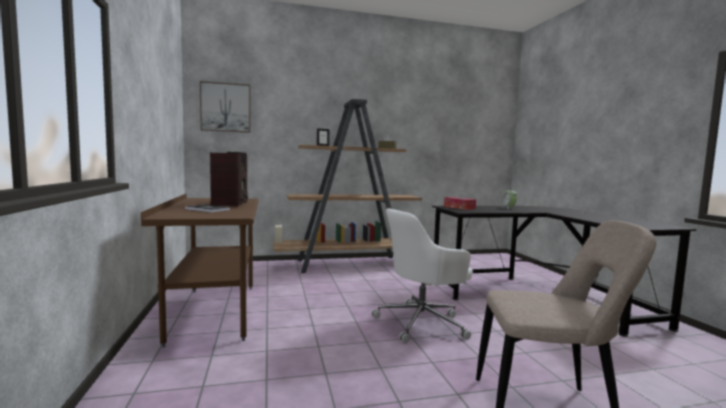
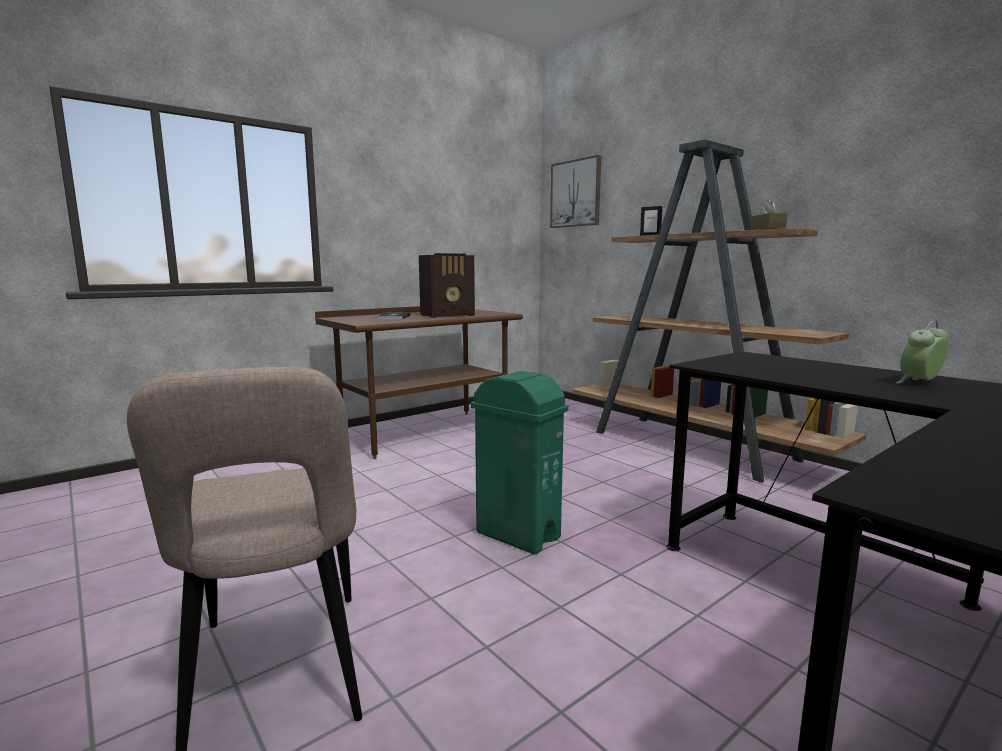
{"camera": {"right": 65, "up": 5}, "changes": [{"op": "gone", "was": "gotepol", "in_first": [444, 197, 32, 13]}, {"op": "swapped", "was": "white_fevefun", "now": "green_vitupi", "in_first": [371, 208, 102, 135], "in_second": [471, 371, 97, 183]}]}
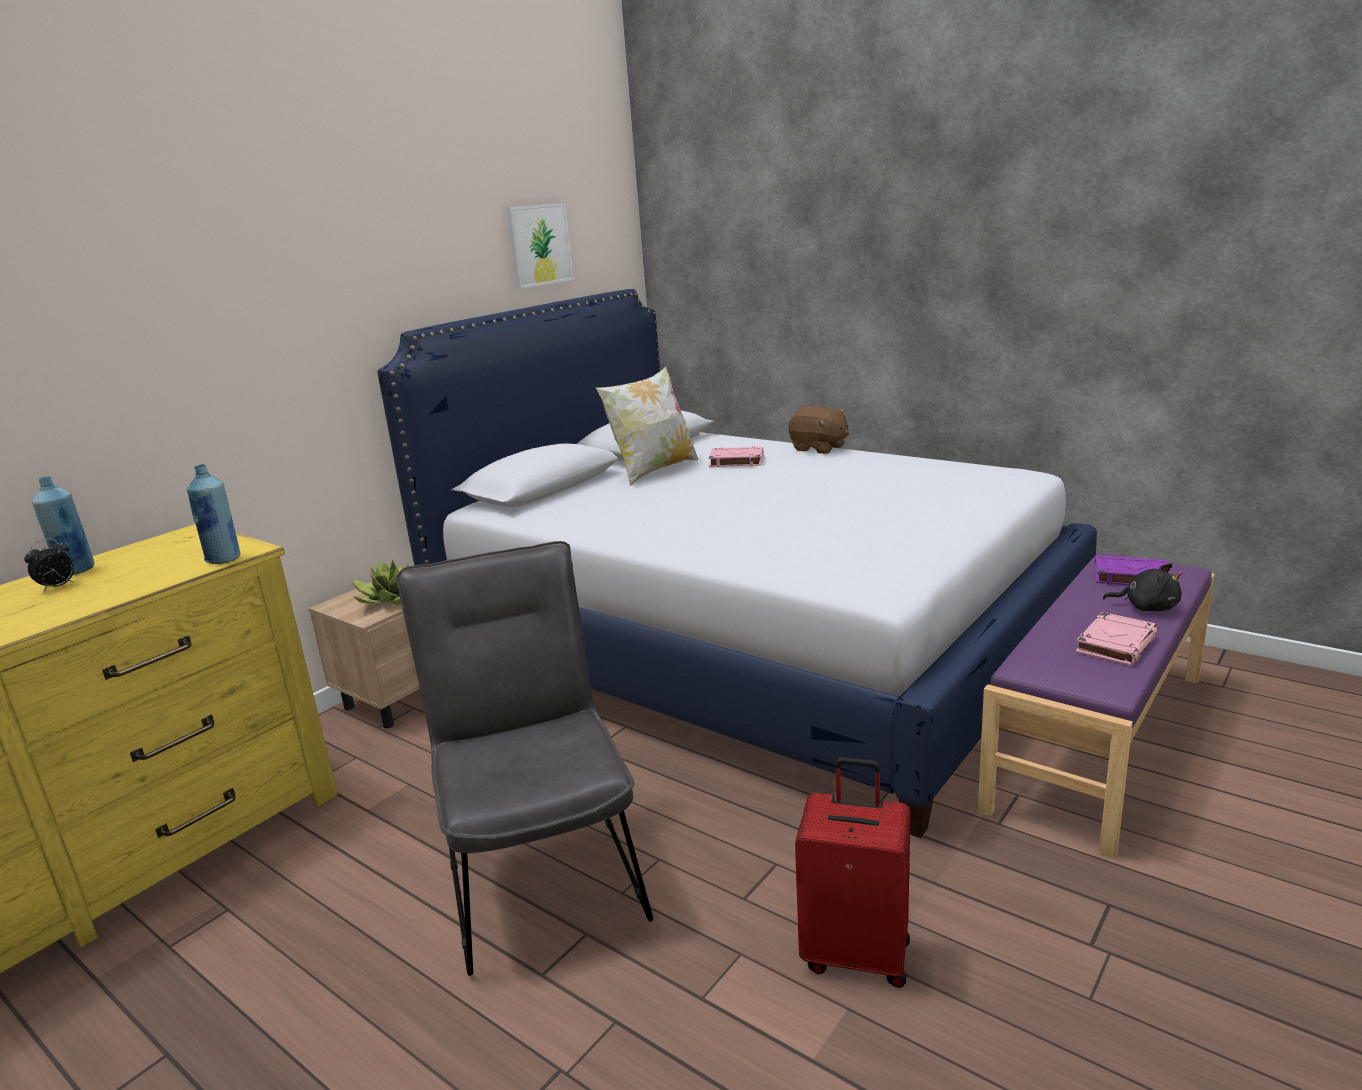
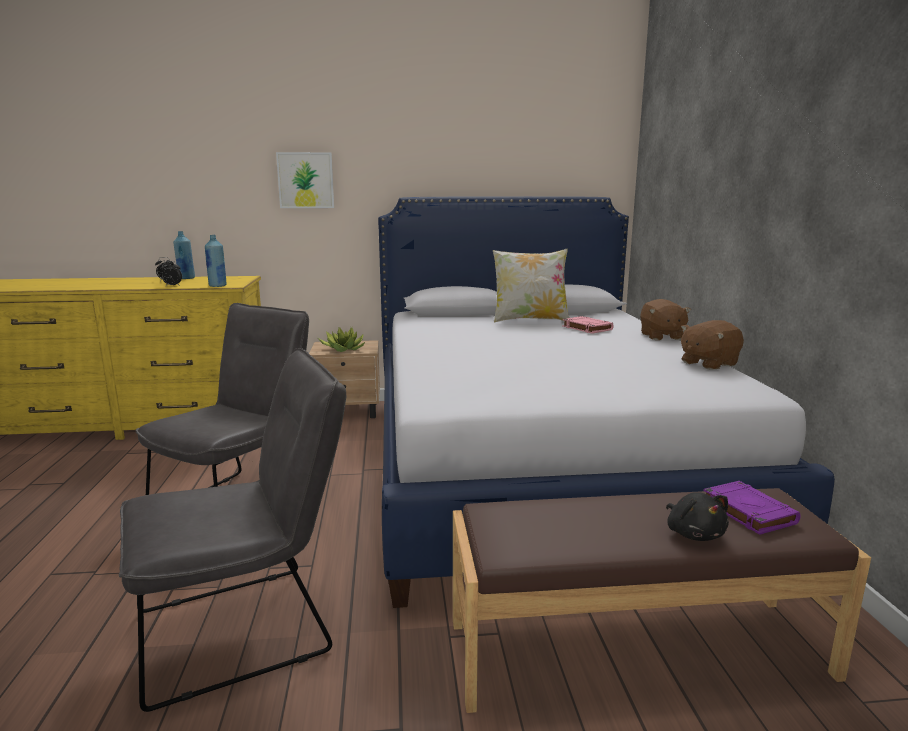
{"camera": {"right": 45, "up": -5}, "changes": [{"op": "shifted", "was": "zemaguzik", "in_first": [507, 203, 67, 86], "in_second": [276, 152, 58, 56]}, {"op": "repainted", "was": "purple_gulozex", "now": "brown_gulozex", "in_first": [978, 552, 236, 307], "in_second": [453, 488, 418, 225]}, {"op": "gone", "was": "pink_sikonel", "in_first": [1076, 612, 82, 54]}, {"op": "swapped", "was": "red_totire", "now": "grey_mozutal", "in_first": [795, 757, 116, 231], "in_second": [119, 348, 228, 364]}, {"op": "new", "now": "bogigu", "in_second": [160, 261, 22, 25]}, {"op": "new", "now": "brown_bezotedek", "in_second": [681, 320, 63, 50]}]}
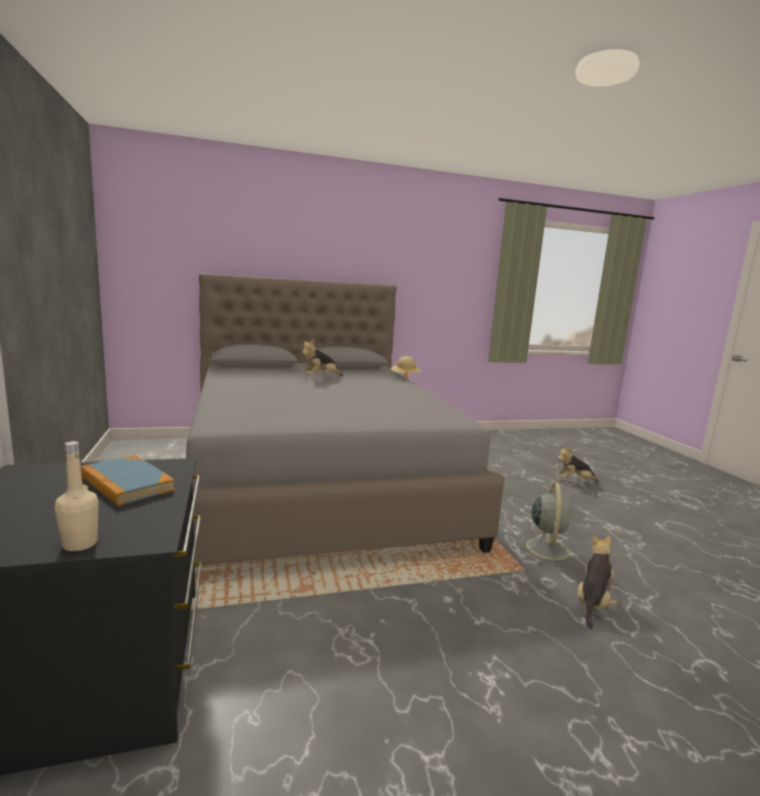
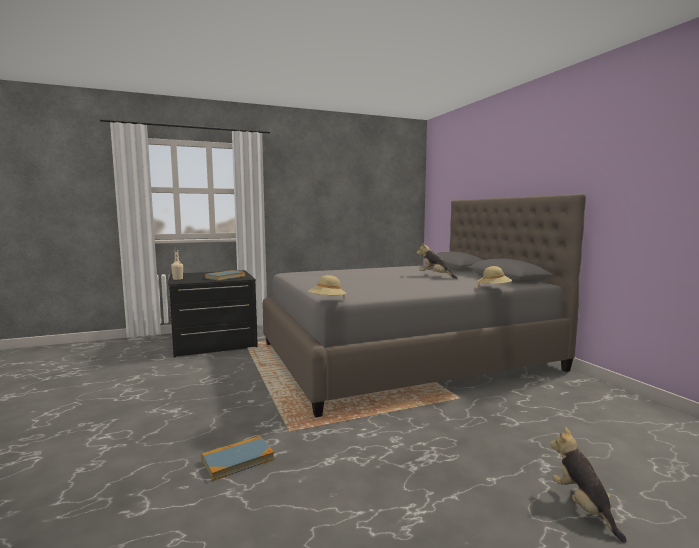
{"camera": {"right": 85, "up": -5}, "changes": [{"op": "gone", "was": "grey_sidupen", "in_first": [516, 482, 63, 83]}, {"op": "swapped", "was": "bezotedek", "now": "sikonel", "in_first": [578, 535, 39, 94], "in_second": [201, 436, 73, 45]}, {"op": "new", "now": "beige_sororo", "in_second": [309, 275, 38, 24]}]}
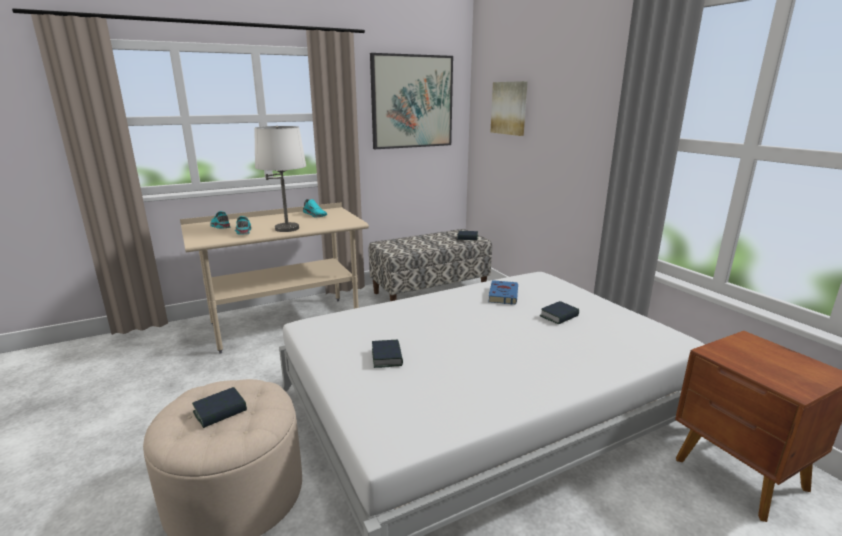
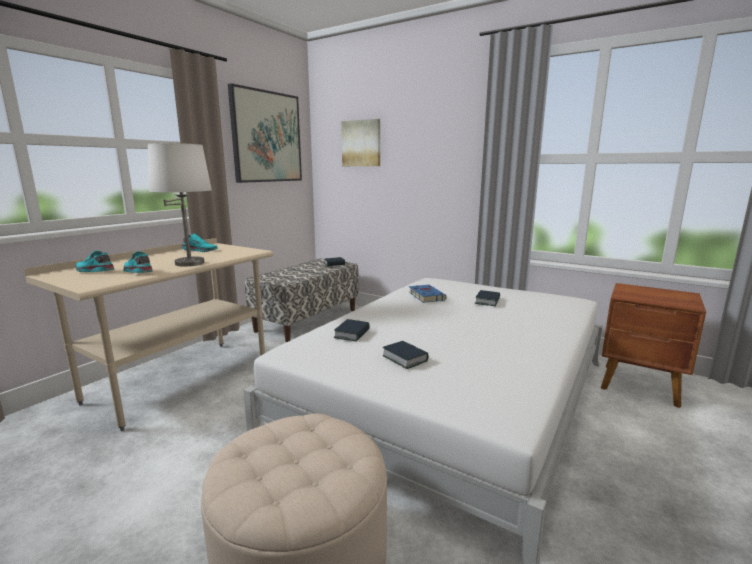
{"camera": {"right": -30, "up": -5}, "changes": [{"op": "shifted", "was": "sikonel", "in_first": [192, 387, 55, 41], "in_second": [334, 319, 36, 23]}]}
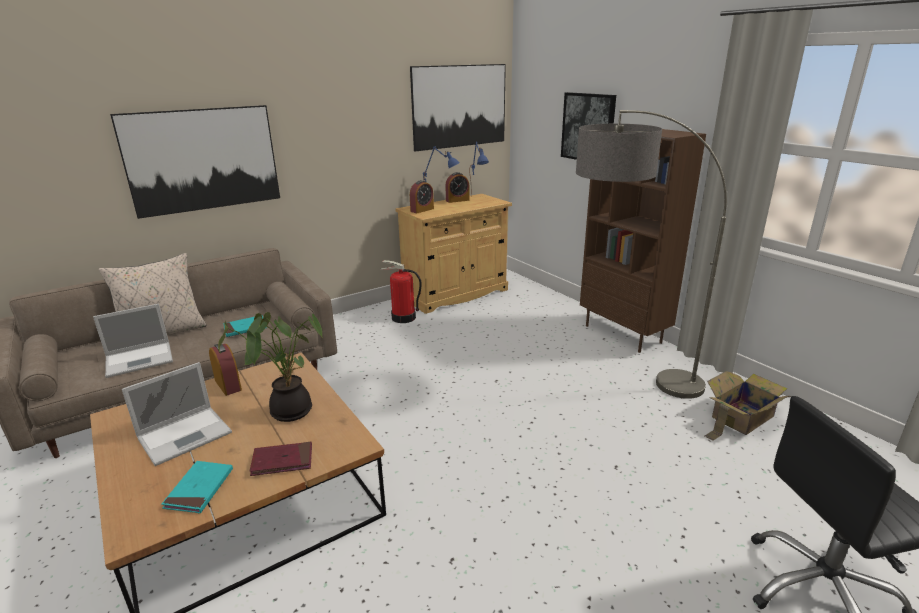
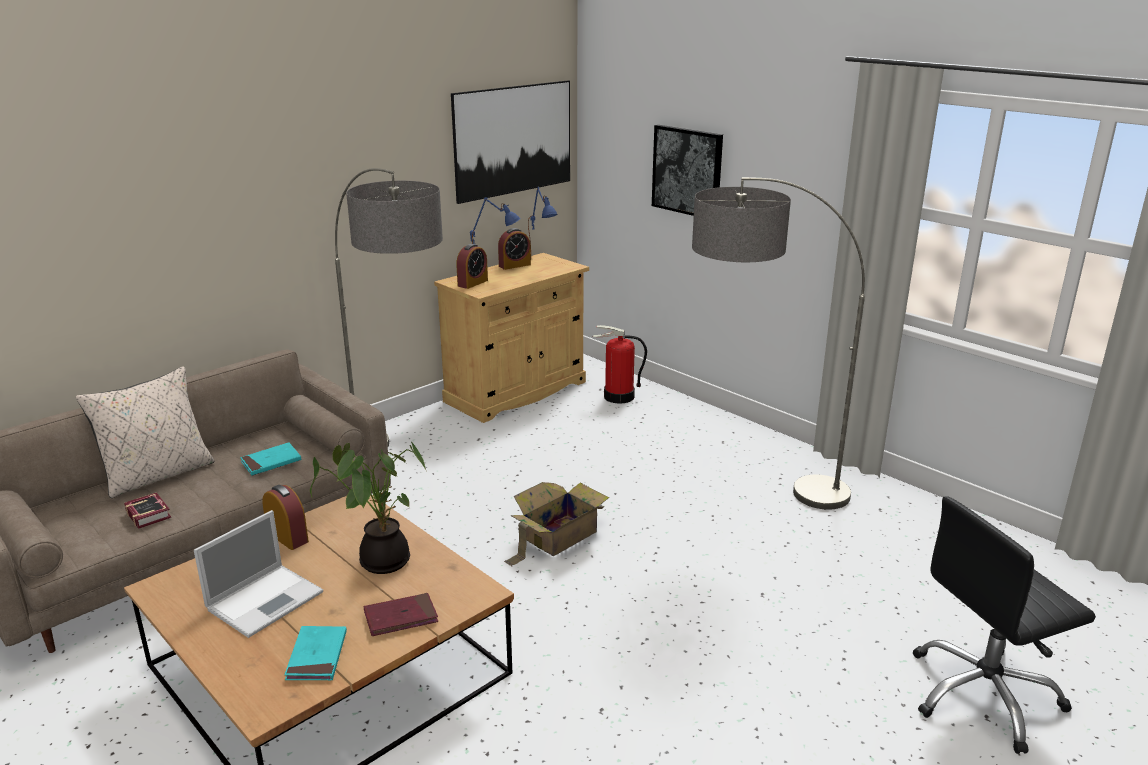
{"camera": {"right": -10, "up": 0}, "changes": [{"op": "gone", "was": "zemaguzik", "in_first": [110, 105, 170, 114]}, {"op": "gone", "was": "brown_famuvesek", "in_first": [580, 129, 126, 224]}, {"op": "shifted", "was": "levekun", "in_first": [381, 260, 41, 63], "in_second": [593, 325, 54, 79]}, {"op": "swapped", "was": "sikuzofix", "now": "sikonel", "in_first": [93, 304, 80, 74], "in_second": [124, 493, 47, 36]}, {"op": "shifted", "was": "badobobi", "in_first": [705, 371, 86, 70], "in_second": [504, 482, 105, 84]}, {"op": "new", "now": "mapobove", "in_second": [335, 168, 108, 278]}]}
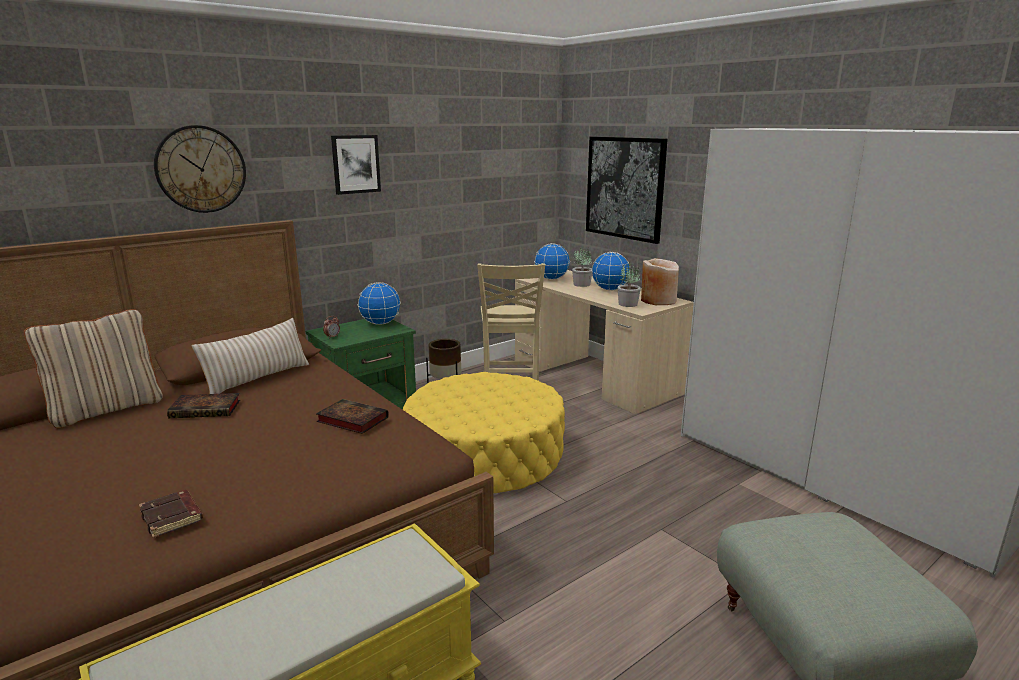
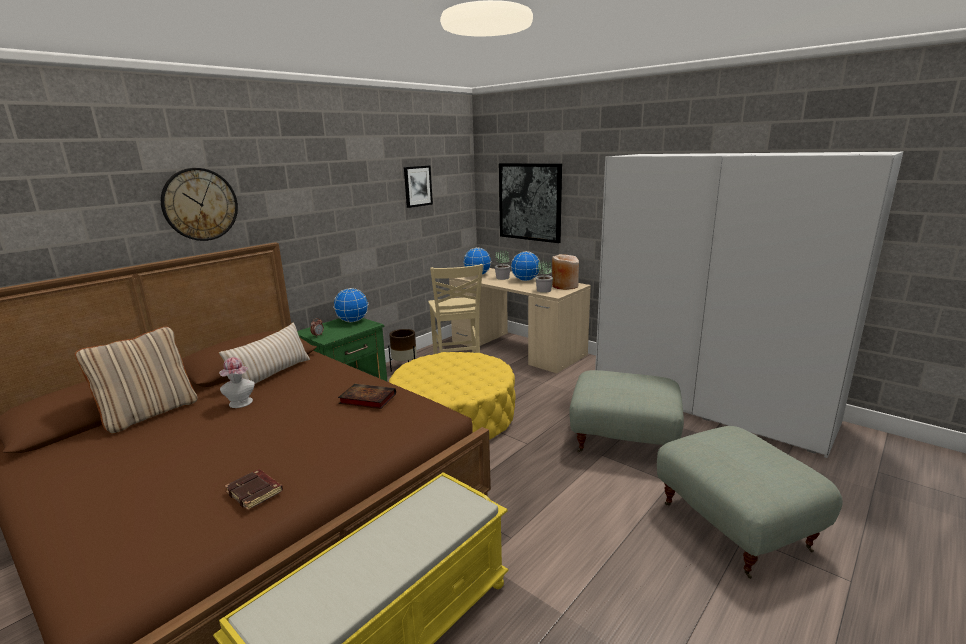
{"camera": {"right": -10, "up": 0}, "changes": [{"op": "shifted", "was": "zemaguzik", "in_first": [331, 135, 50, 60], "in_second": [404, 165, 29, 43]}, {"op": "swapped", "was": "sikonel", "now": "sororo", "in_first": [167, 393, 73, 25], "in_second": [219, 357, 36, 51]}, {"op": "new", "now": "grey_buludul", "in_second": [569, 370, 115, 82]}]}
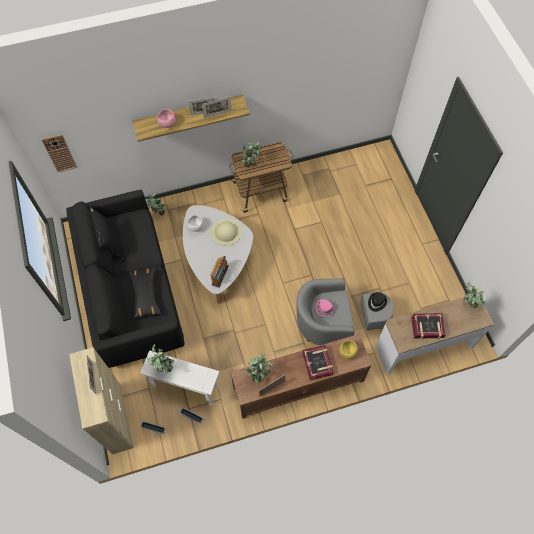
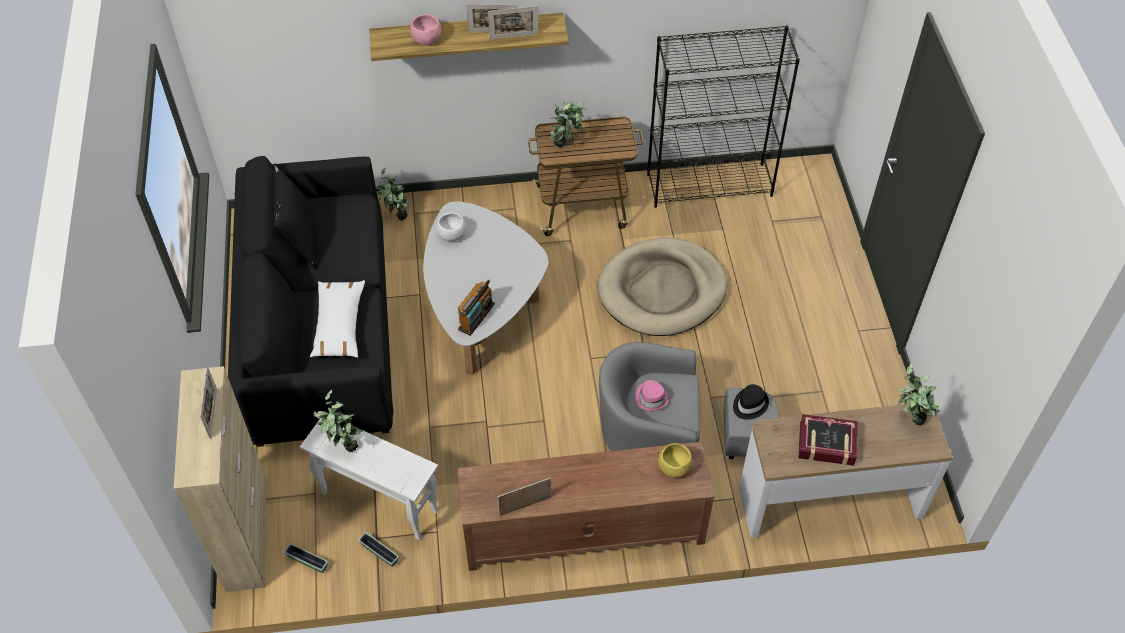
{"camera": {"right": 10, "up": -10}, "changes": [{"op": "gone", "was": "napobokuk", "in_first": [42, 134, 35, 38]}, {"op": "gone", "was": "beige_sororo", "in_first": [211, 219, 31, 27]}, {"op": "repainted", "was": "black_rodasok", "now": "white_rodasok", "in_first": [128, 266, 33, 53], "in_second": [310, 280, 55, 78]}, {"op": "gone", "was": "sikonel", "in_first": [302, 345, 32, 35]}, {"op": "gone", "was": "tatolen", "in_first": [244, 353, 29, 31]}, {"op": "new", "now": "black_famuvesek", "in_second": [647, 25, 153, 183]}, {"op": "new", "now": "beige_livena", "in_second": [598, 238, 129, 98]}]}
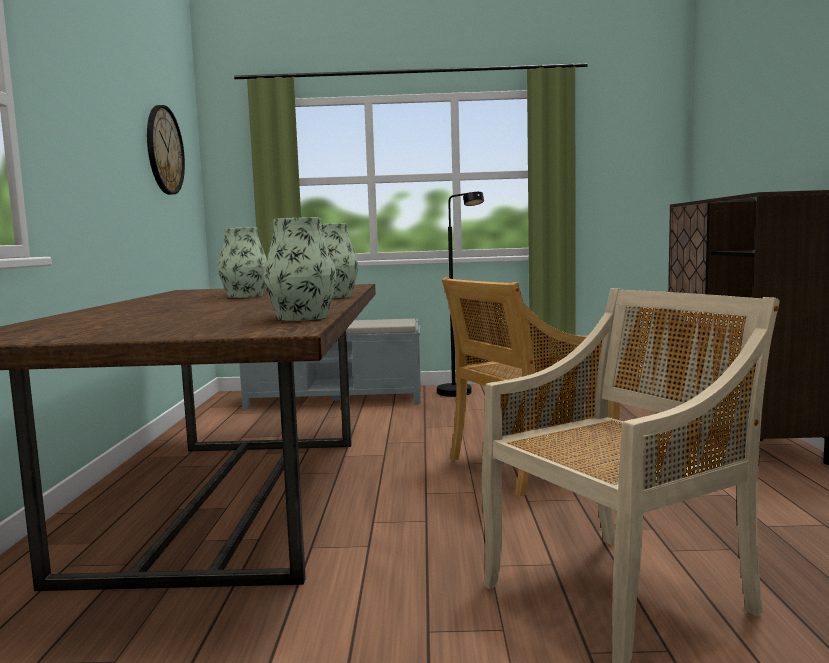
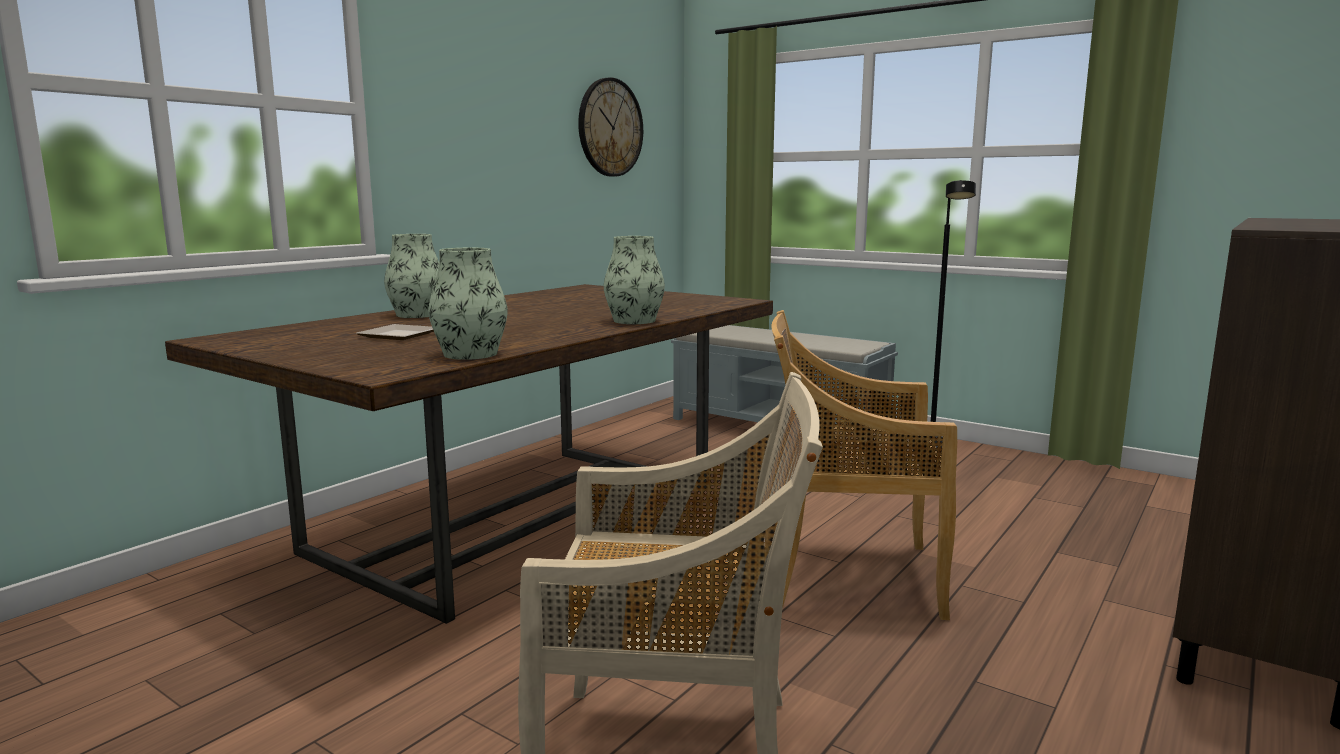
{"camera": {"right": 35, "up": 5}, "changes": [{"op": "shifted", "was": "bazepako", "in_first": [218, 228, 49, 70], "in_second": [384, 234, 55, 84]}, {"op": "new", "now": "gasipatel", "in_second": [356, 324, 78, 16]}]}
